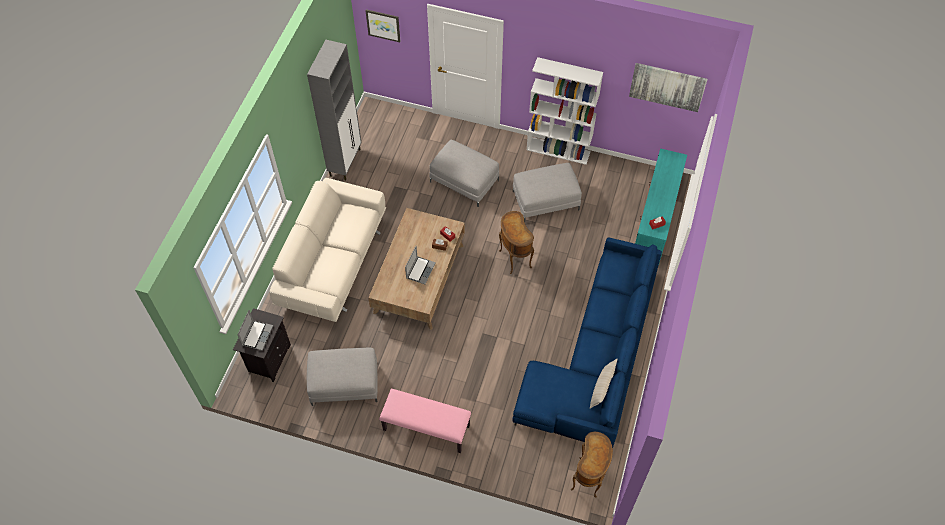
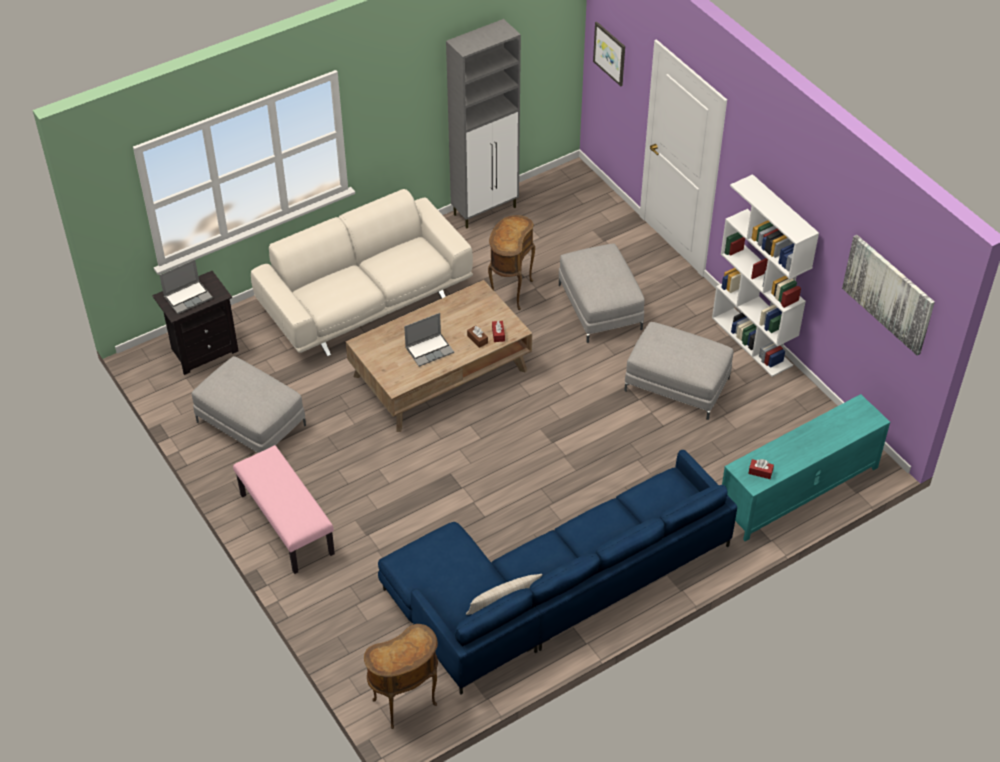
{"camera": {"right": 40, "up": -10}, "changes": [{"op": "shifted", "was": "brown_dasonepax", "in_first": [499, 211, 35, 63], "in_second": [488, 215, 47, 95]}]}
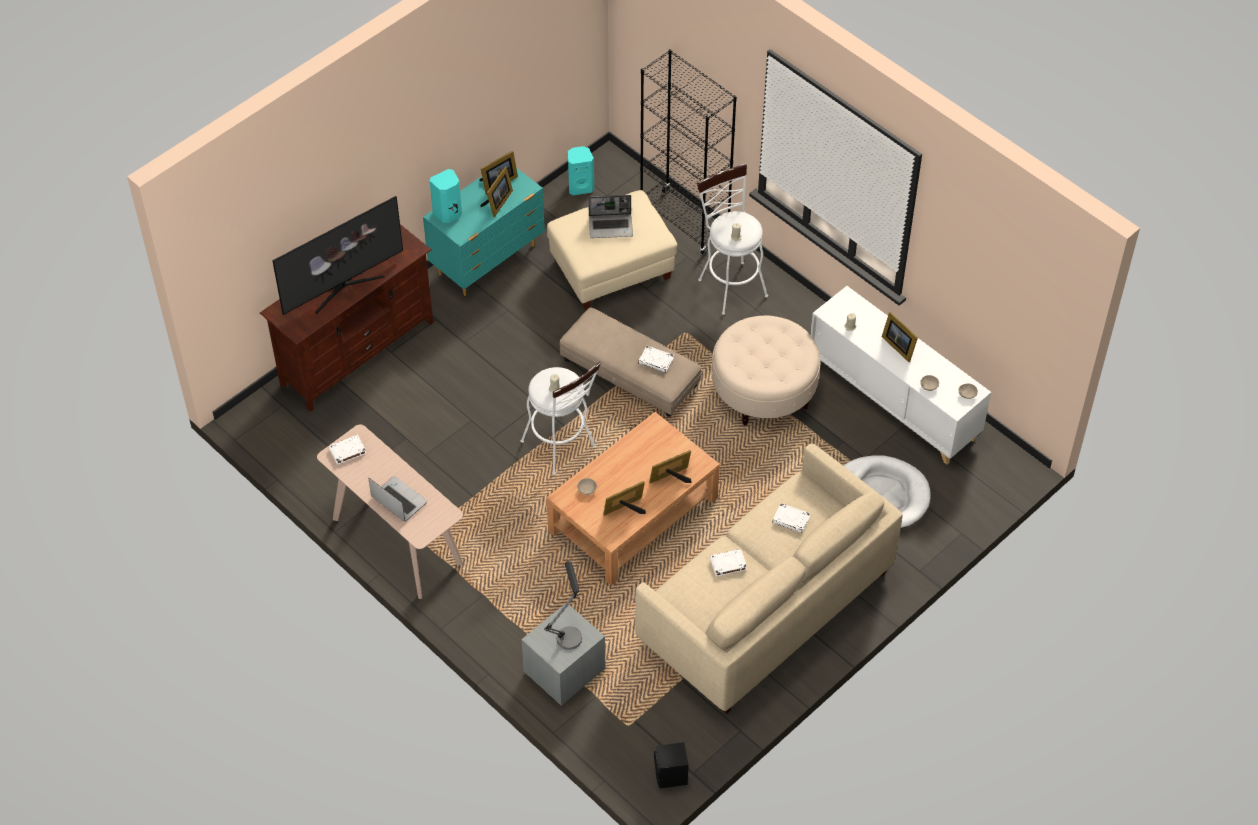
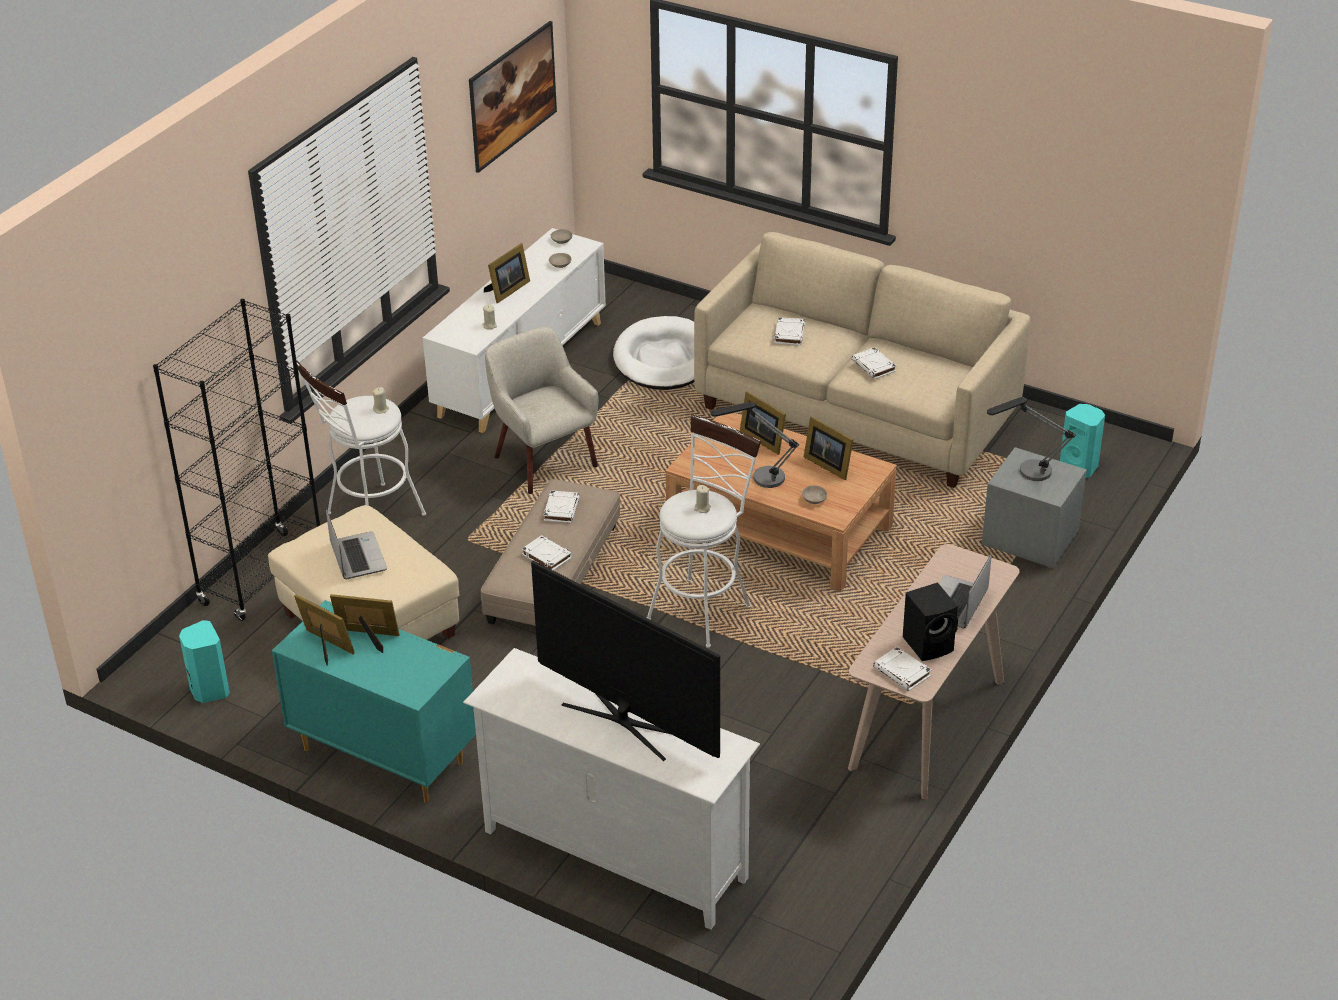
{"camera": {"right": -105, "up": -15}, "changes": [{"op": "shifted", "was": "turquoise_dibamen", "in_first": [430, 169, 32, 54], "in_second": [1060, 404, 45, 74]}, {"op": "repainted", "was": "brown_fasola", "now": "white_fasola", "in_first": [260, 224, 173, 188], "in_second": [463, 648, 297, 282]}, {"op": "swapped", "was": "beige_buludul", "now": "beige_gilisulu", "in_first": [712, 316, 108, 109], "in_second": [485, 327, 114, 167]}, {"op": "shifted", "was": "black_dibamen", "in_first": [654, 742, 34, 47], "in_second": [903, 582, 55, 79]}, {"op": "new", "now": "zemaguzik", "in_second": [469, 21, 88, 152]}, {"op": "new", "now": "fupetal", "in_second": [710, 402, 89, 86]}, {"op": "new", "now": "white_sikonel", "in_second": [522, 535, 51, 36]}]}
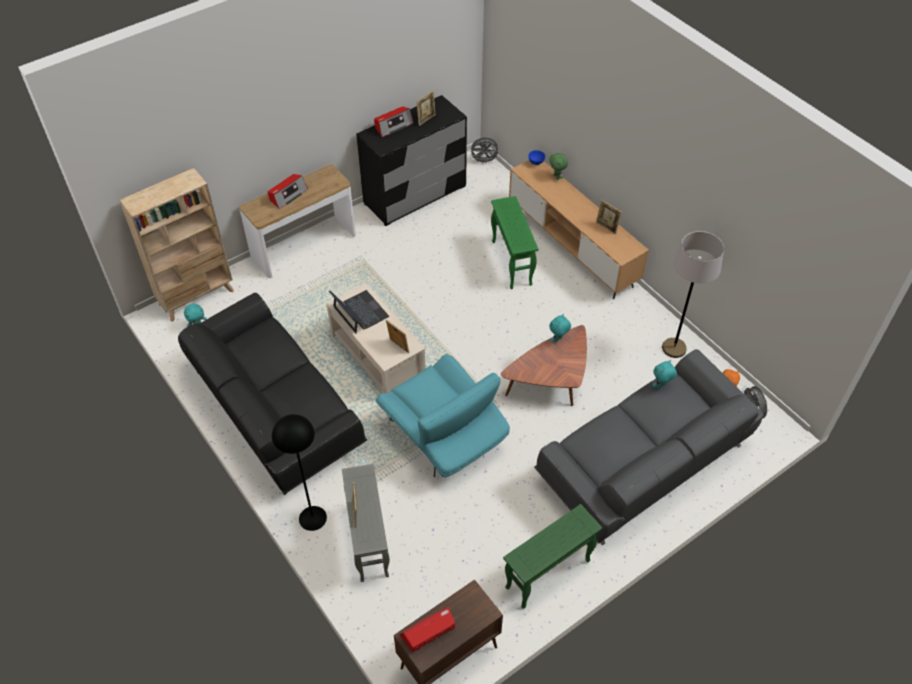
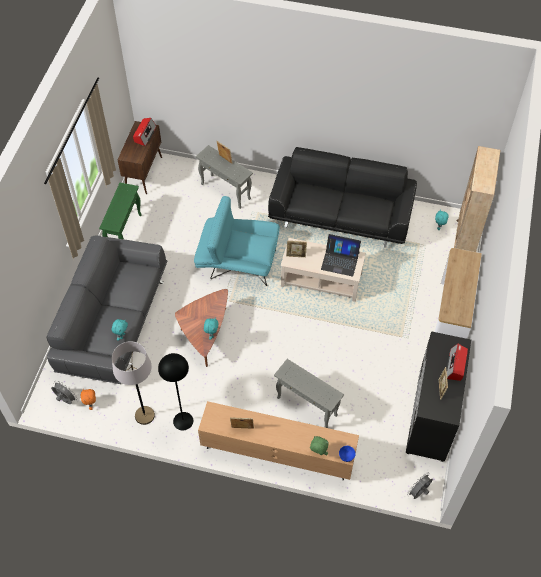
{"camera": {"right": 140, "up": 5}, "changes": [{"op": "gone", "was": "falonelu", "in_first": [268, 174, 40, 35]}, {"op": "repainted", "was": "green_dasonepax", "now": "grey_dasonepax", "in_first": [491, 196, 47, 93], "in_second": [274, 359, 70, 69]}, {"op": "shifted", "was": "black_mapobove", "in_first": [272, 414, 55, 117], "in_second": [158, 353, 35, 77]}]}
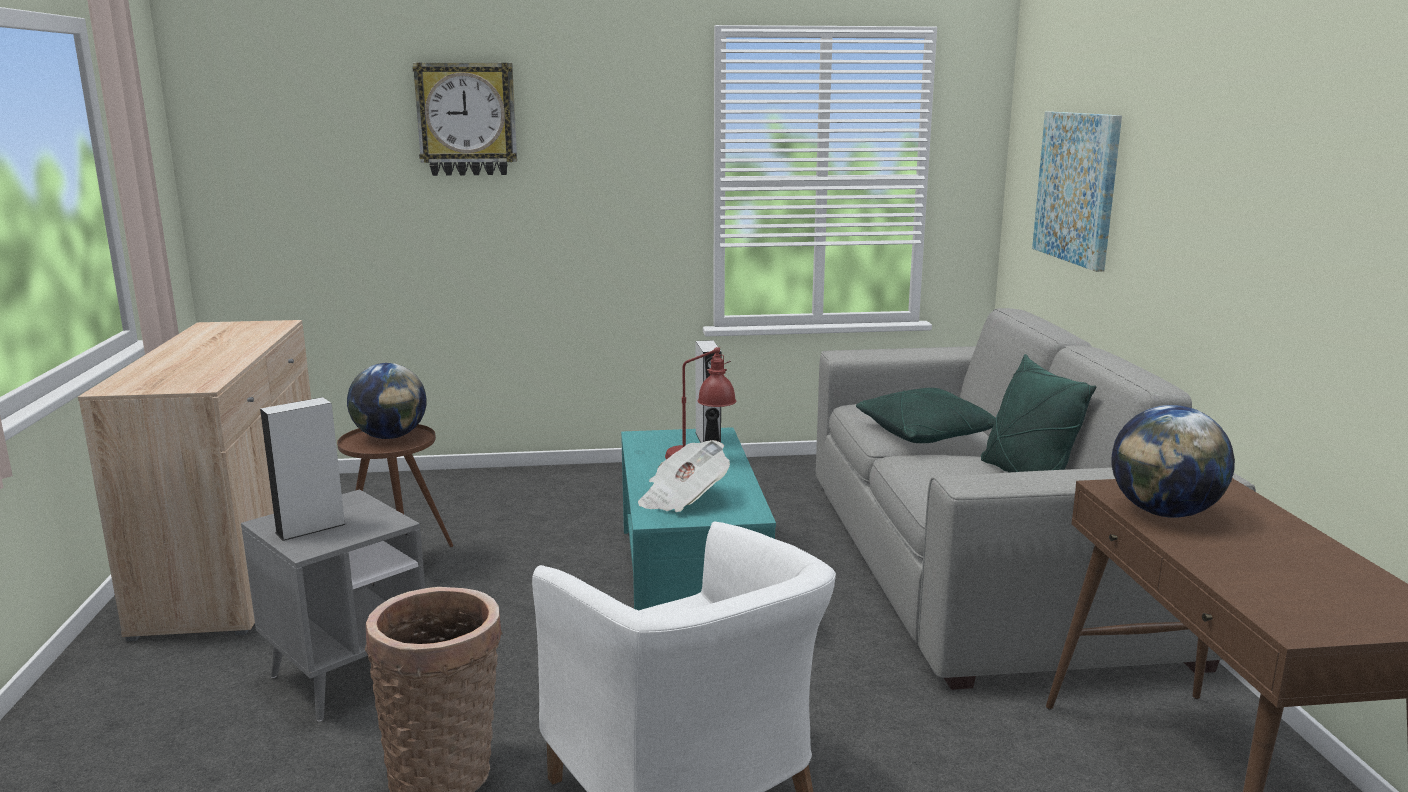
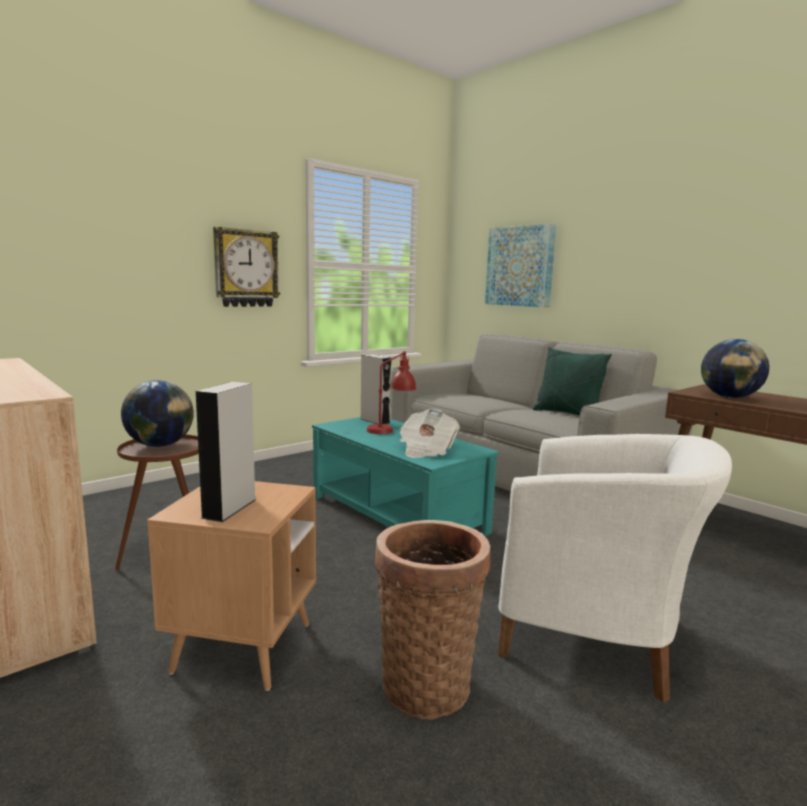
{"camera": {"right": -35, "up": -5}, "changes": [{"op": "shifted", "was": "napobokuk", "in_first": [412, 62, 105, 114], "in_second": [213, 227, 67, 80]}, {"op": "gone", "was": "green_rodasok", "in_first": [856, 388, 140, 55]}, {"op": "repainted", "was": "grey_dasonepax", "now": "brown_dasonepax", "in_first": [241, 489, 184, 232], "in_second": [147, 481, 169, 210]}]}
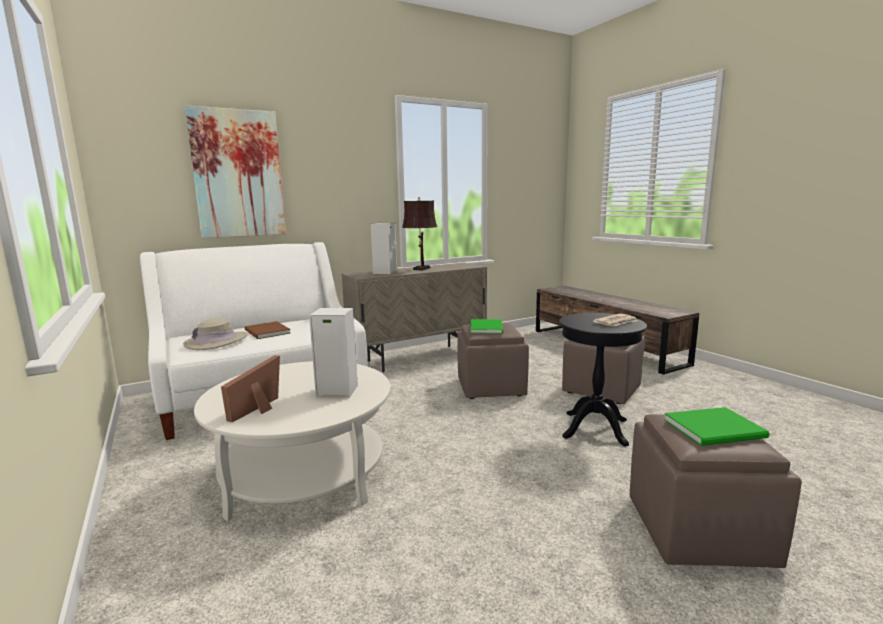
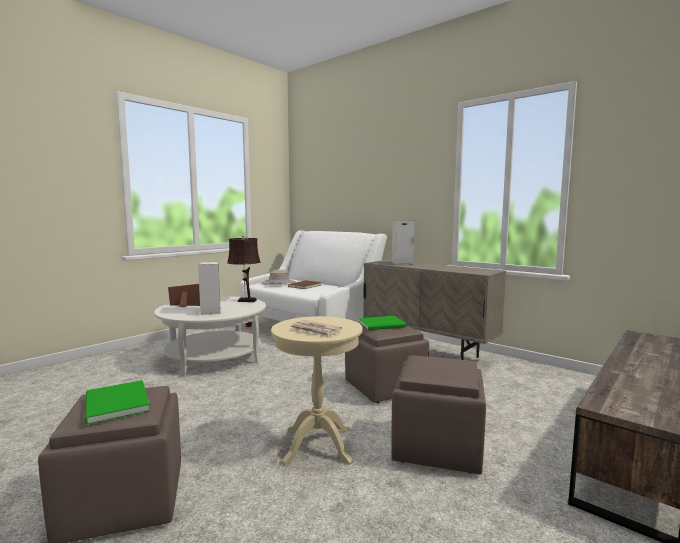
{"camera": {"right": 70, "up": -5}, "changes": [{"op": "gone", "was": "zemaguzik", "in_first": [185, 105, 101, 133]}, {"op": "shifted", "was": "brown_fupetal", "in_first": [402, 197, 35, 74], "in_second": [227, 235, 34, 67]}, {"op": "repainted", "was": "black_dasonepax", "now": "beige_dasonepax", "in_first": [559, 313, 88, 134], "in_second": [271, 316, 92, 150]}]}
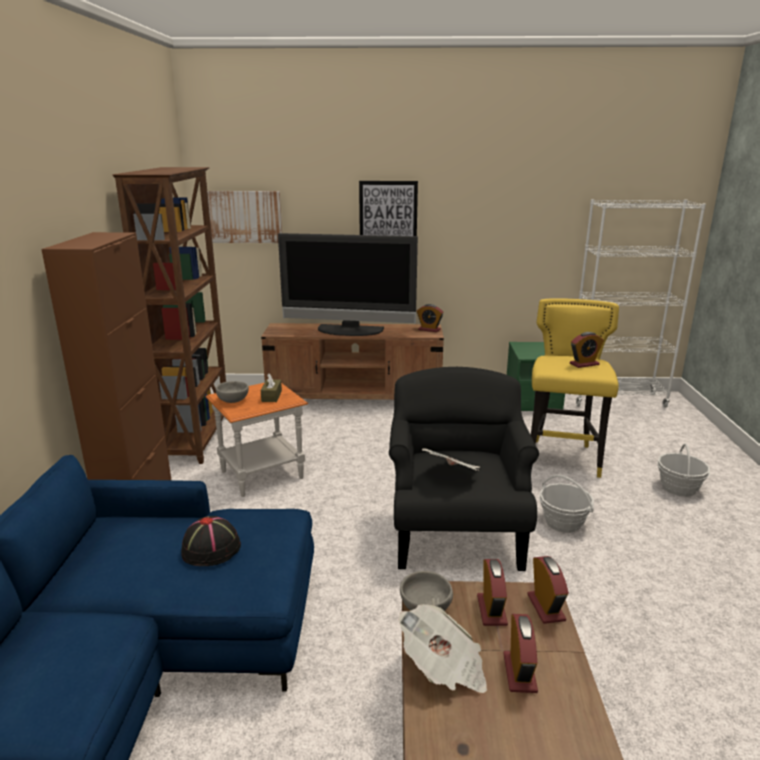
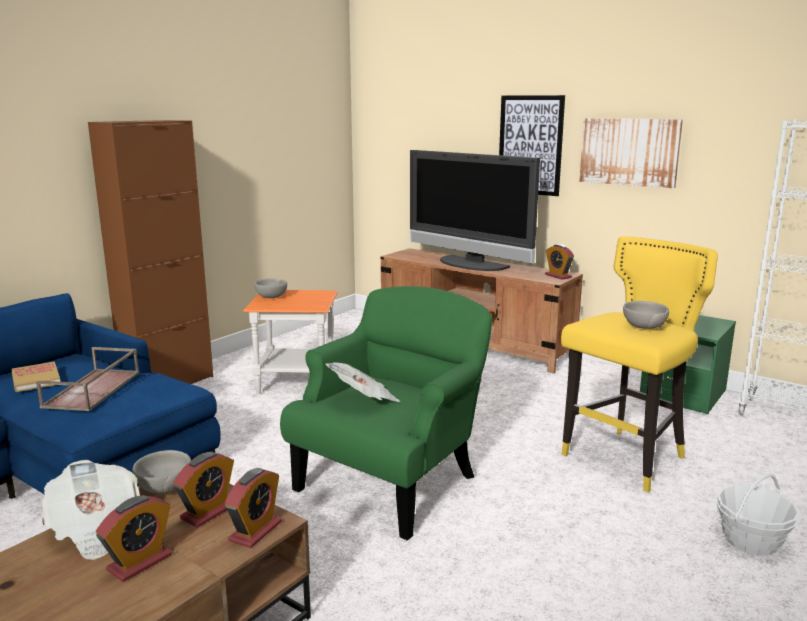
{"camera": {"right": 35, "up": -5}, "changes": [{"op": "gone", "was": "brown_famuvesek", "in_first": [112, 167, 114, 297]}, {"op": "shifted", "was": "zemaguzik", "in_first": [207, 191, 75, 52], "in_second": [579, 118, 104, 70]}, {"op": "swapped", "was": "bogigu", "now": "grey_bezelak", "in_first": [570, 332, 34, 36], "in_second": [623, 301, 46, 28]}, {"op": "repainted", "was": "black_gilisulu", "now": "green_gilisulu", "in_first": [389, 367, 150, 204], "in_second": [280, 286, 212, 254]}, {"op": "gone", "was": "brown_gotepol", "in_first": [261, 374, 21, 28]}, {"op": "gone", "was": "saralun", "in_first": [539, 475, 55, 58]}, {"op": "swapped", "was": "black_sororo", "now": "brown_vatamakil", "in_first": [181, 516, 60, 50], "in_second": [36, 347, 103, 64]}, {"op": "new", "now": "sikonel", "in_second": [11, 362, 49, 30]}]}
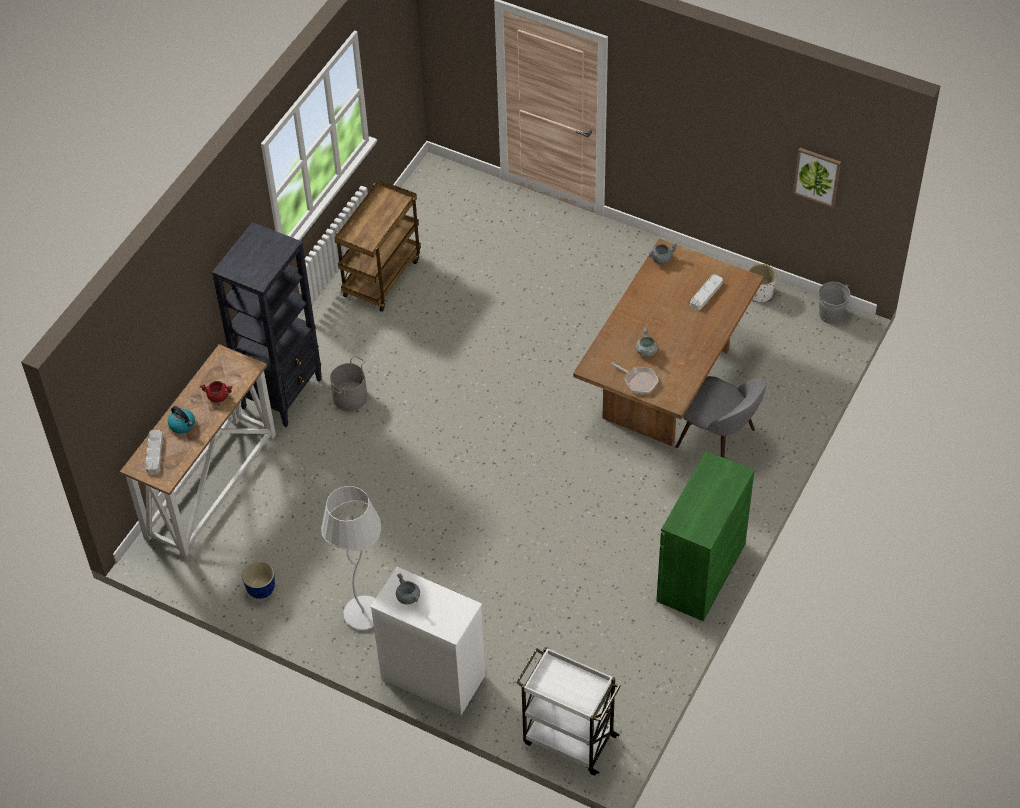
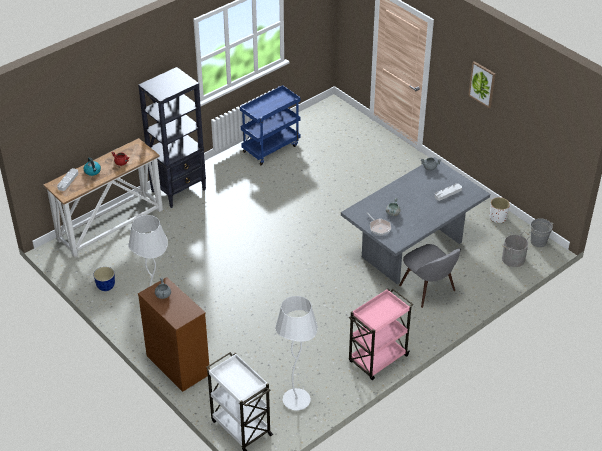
{"camera": {"right": 20, "up": -10}, "changes": [{"op": "shifted", "was": "zemaguzik", "in_first": [793, 148, 48, 60], "in_second": [468, 61, 28, 47]}, {"op": "repainted", "was": "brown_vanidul", "now": "blue_vanidul", "in_first": [334, 180, 87, 132], "in_second": [240, 85, 60, 80]}, {"op": "repainted", "was": "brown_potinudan", "now": "grey_potinudan", "in_first": [573, 238, 191, 208], "in_second": [341, 157, 149, 127]}, {"op": "shifted", "was": "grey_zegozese", "in_first": [329, 356, 38, 55], "in_second": [502, 231, 29, 36]}, {"op": "swapped", "was": "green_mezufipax", "now": "pink_vanidul", "in_first": [656, 451, 99, 170], "in_second": [349, 288, 64, 92]}, {"op": "repainted", "was": "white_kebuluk", "now": "brown_kebuluk", "in_first": [370, 567, 115, 148], "in_second": [138, 277, 72, 115]}, {"op": "new", "now": "white_mapobove", "in_second": [275, 296, 43, 115]}]}
